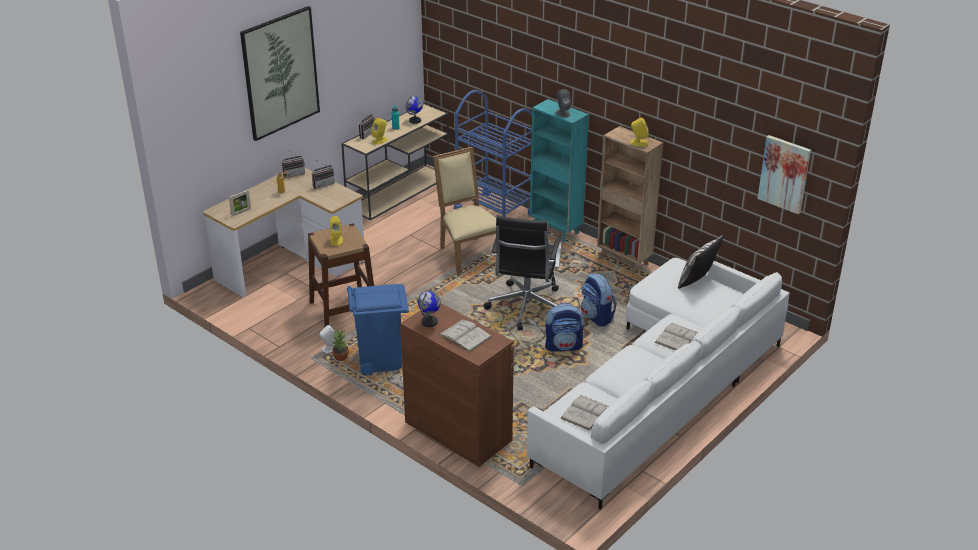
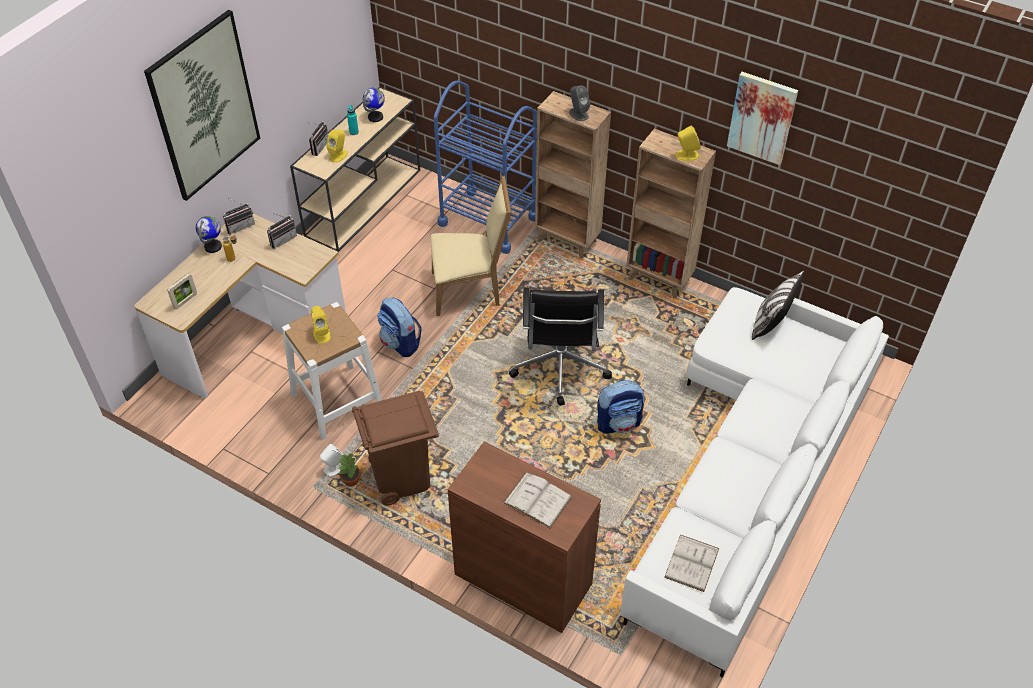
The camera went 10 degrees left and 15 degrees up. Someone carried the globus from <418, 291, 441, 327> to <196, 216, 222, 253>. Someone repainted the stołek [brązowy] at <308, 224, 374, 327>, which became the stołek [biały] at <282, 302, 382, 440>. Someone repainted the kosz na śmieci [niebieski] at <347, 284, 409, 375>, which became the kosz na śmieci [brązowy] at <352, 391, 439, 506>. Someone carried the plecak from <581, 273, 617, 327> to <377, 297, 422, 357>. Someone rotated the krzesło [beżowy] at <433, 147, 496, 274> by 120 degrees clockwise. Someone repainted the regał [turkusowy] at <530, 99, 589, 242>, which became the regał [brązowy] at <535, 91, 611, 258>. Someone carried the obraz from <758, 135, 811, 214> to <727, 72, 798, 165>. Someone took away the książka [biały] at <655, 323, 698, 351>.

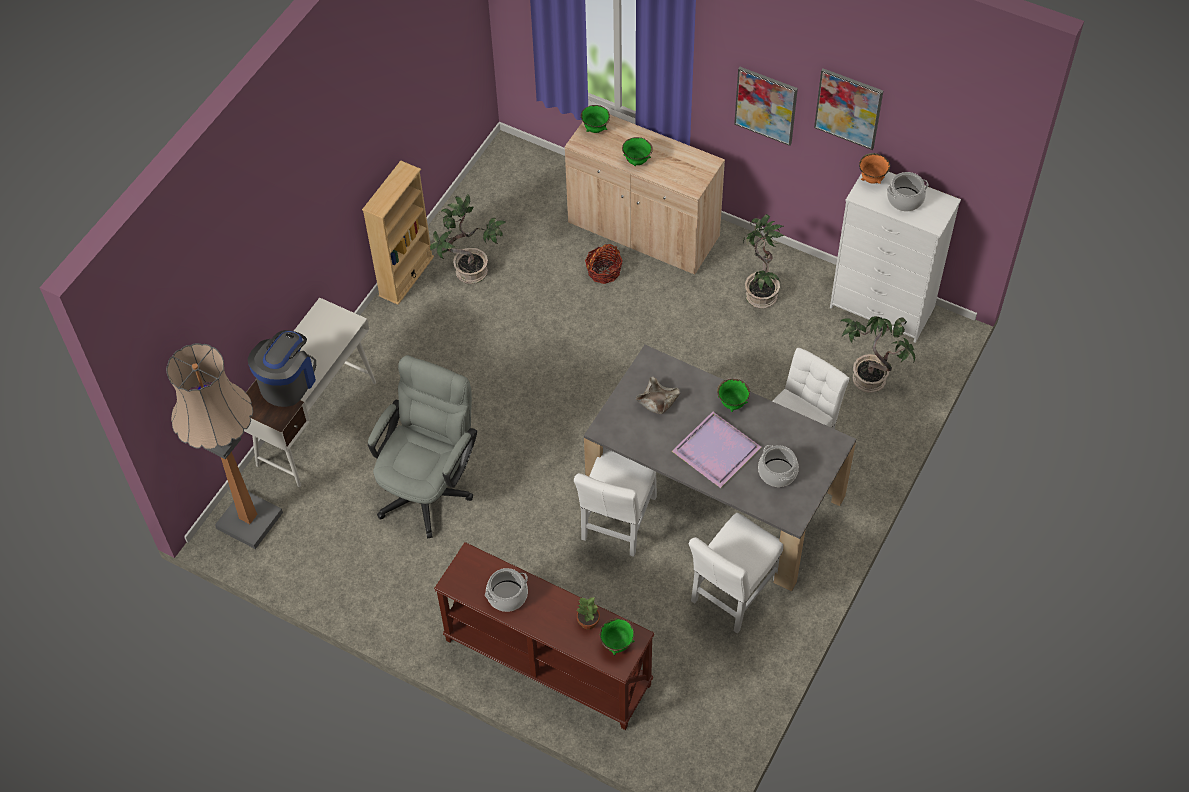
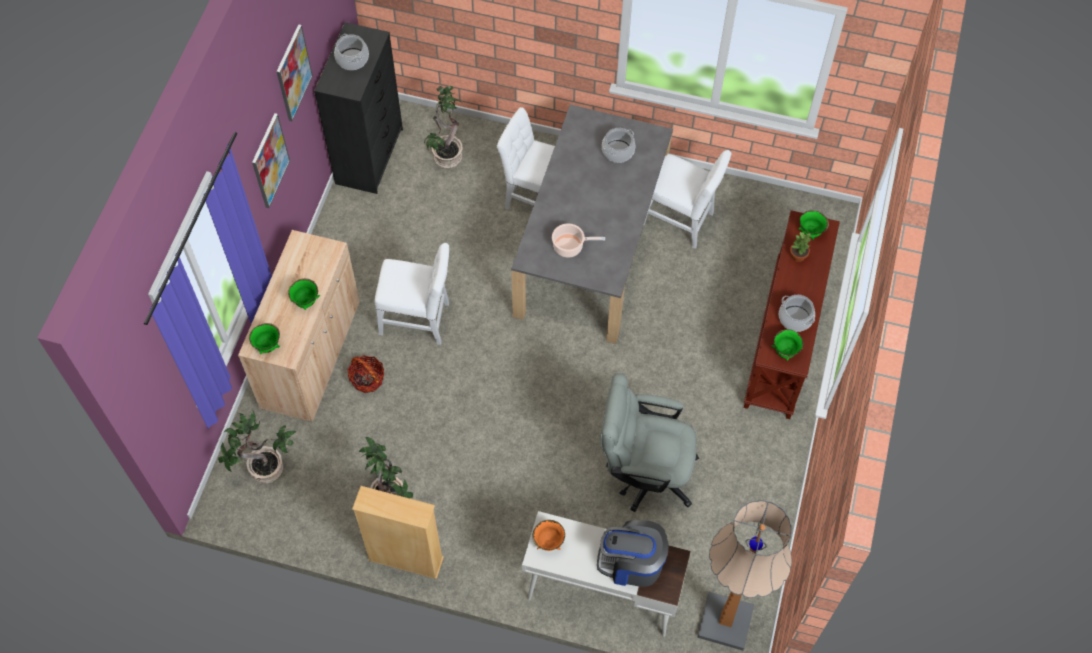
The camera went 105 degrees left and 5 degrees up. Someone carried the roślina doniczkowa from <743, 214, 785, 308> to <218, 411, 296, 484>. Someone repainted the komoda [biały] at <830, 172, 961, 343>, which became the komoda [czarny] at <314, 22, 403, 194>. Someone carried the krzesło [biały] from <574, 447, 657, 557> to <375, 243, 449, 345>. Someone carried the miska [pomarańczowy] from <859, 153, 890, 184> to <532, 520, 565, 551>. Someone swapped the miska [beżowy] at <636, 377, 680, 415> for the garnek at <552, 223, 605, 258>. Someone carried the miska [zielony] from <717, 379, 750, 412> to <771, 329, 803, 361>. Someone took away the taca [fioletowy] at <672, 412, 762, 488>.

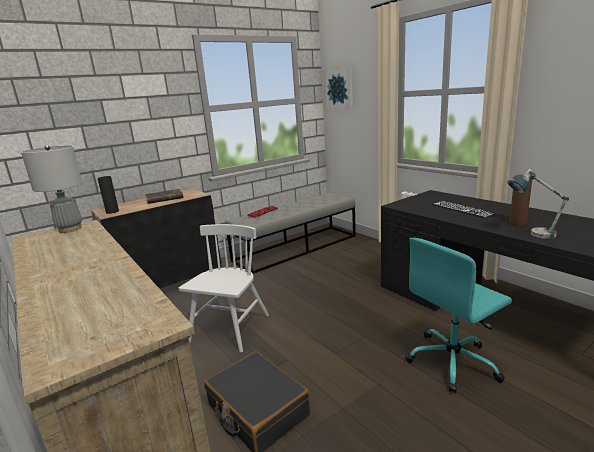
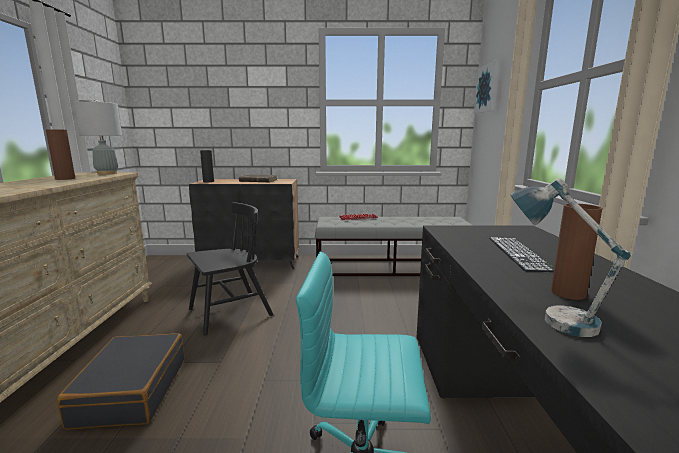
The camera went 35 degrees right and 5 degrees down. Someone put down the wazon [brązowy] at <46, 129, 75, 180>. Someone repainted the krzesło [biały] at <178, 224, 269, 353>, which became the krzesło [czarny] at <187, 202, 273, 336>.

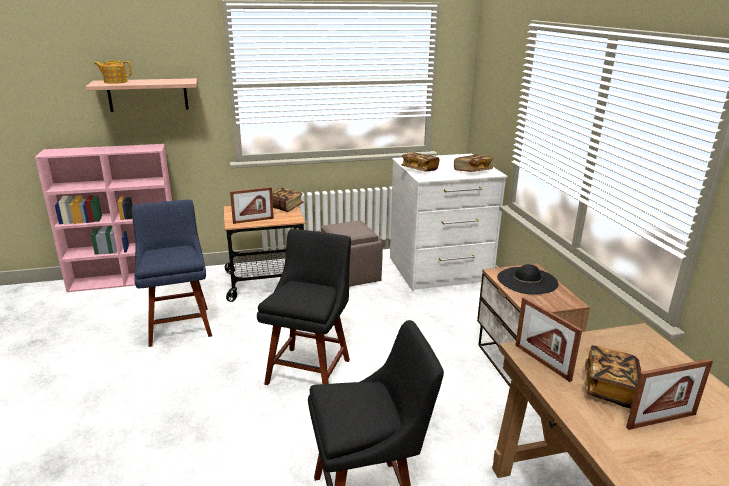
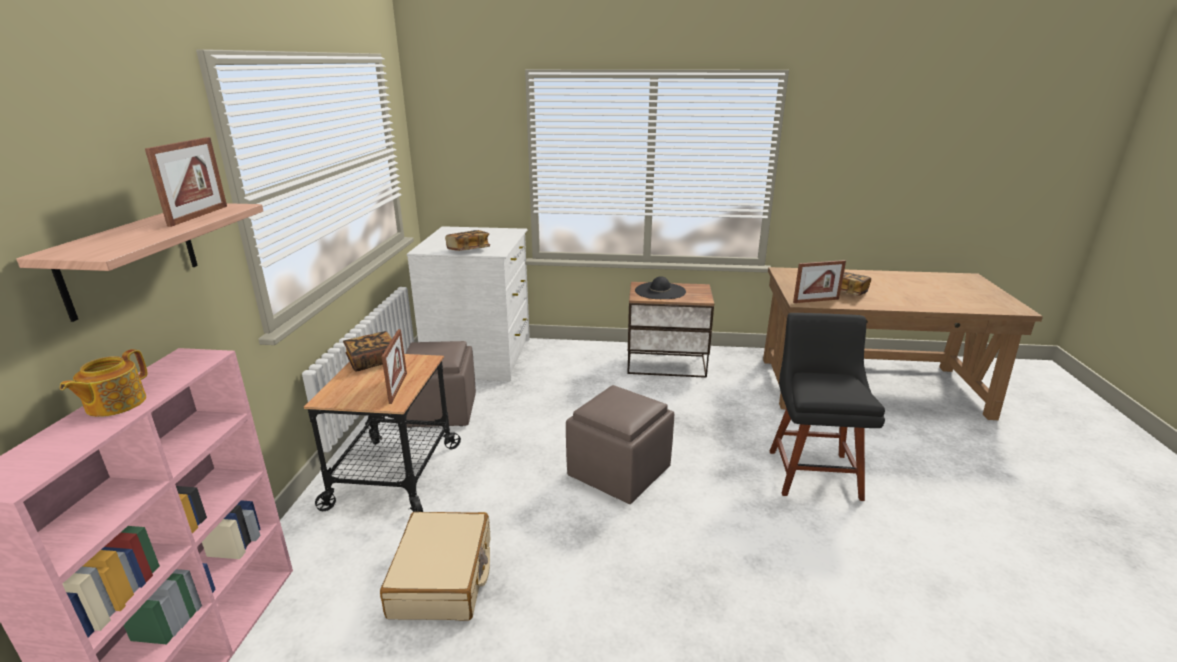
The camera went 70 degrees left and 0 degrees up. Someone carried the imbryk from <94, 60, 132, 84> to <60, 349, 148, 417>. Someone carried the ramka na zdjęcie from <626, 359, 713, 430> to <145, 137, 227, 227>. Someone swapped the krzesło [niebieski] at <131, 200, 212, 347> for the walizka [beżowy] at <380, 512, 490, 621>. Someone swapped the krzesło [czarny] at <257, 229, 351, 385> for the pufa [brązowy] at <566, 385, 674, 504>. Someone took away the książka at <454, 154, 493, 172>.

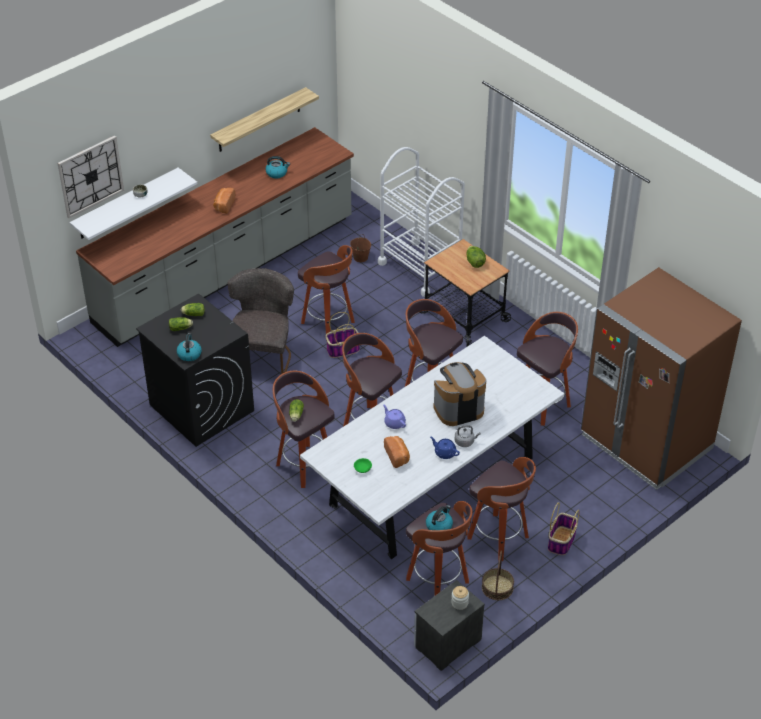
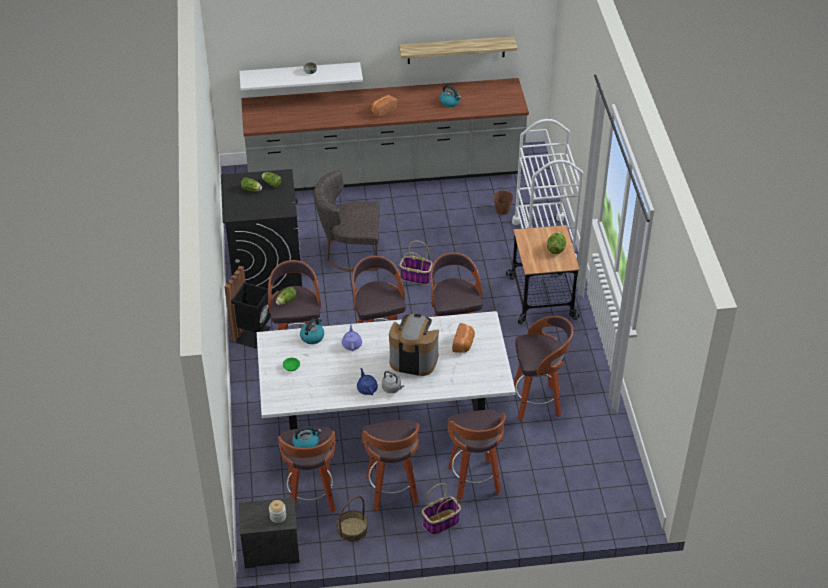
The camera went 35 degrees right and 0 degrees up. Someone put down the kosz na śmieci [czarny] at <224, 266, 271, 349>. Someone carried the czajnik from <177, 333, 202, 361> to <300, 318, 324, 344>. Someone rotated the krzesło [szary] at <228, 268, 294, 374> by 135 degrees counterclockwise. Someone carried the stołek from <298, 245, 355, 334> to <447, 409, 506, 501>. Someone carried the chleb from <384, 436, 410, 468> to <452, 323, 475, 353>. Someone took away the zegar ścienny at <58, 136, 124, 218>. Someone took away the lodówka [brązowy] at <581, 267, 742, 490>.

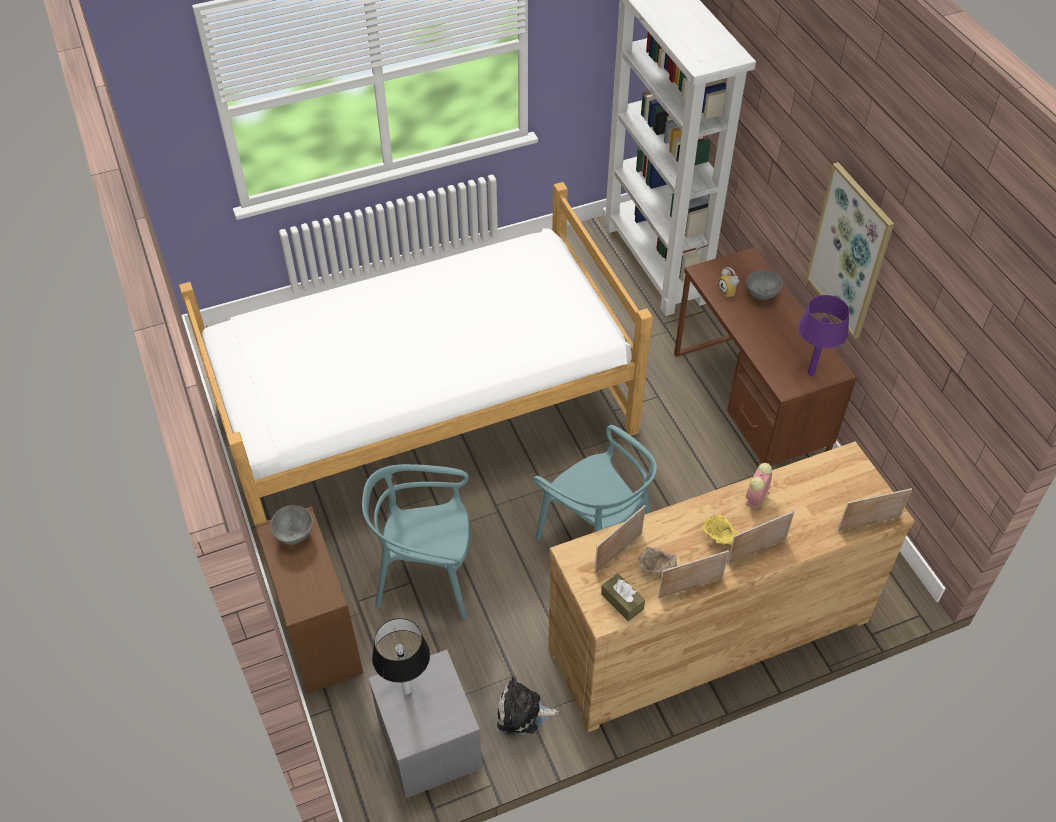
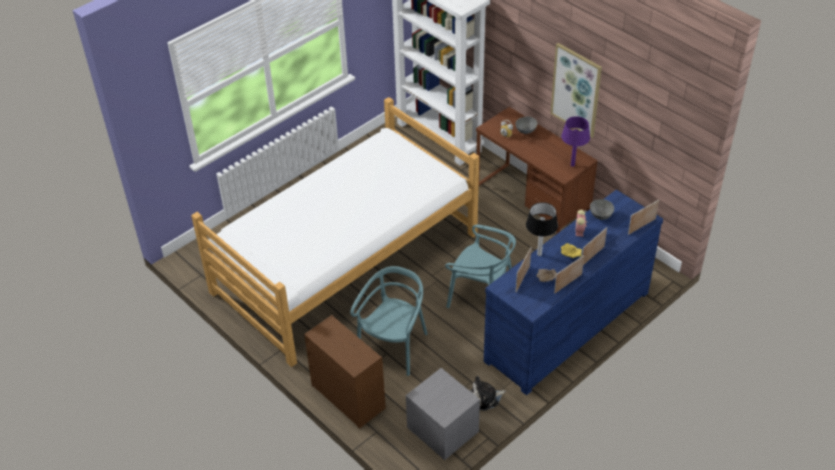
The camera went 20 degrees left and 5 degrees down. Someone rotated the krzesło [turkusowy] at <362, 464, 473, 618> by 135 degrees clockwise. Someone repainted the komoda [brązowy] at <548, 442, 915, 732>, which became the komoda [niebieski] at <484, 190, 663, 395>. Someone carried the lampa stołowa from <372, 618, 430, 695> to <526, 202, 558, 256>. Someone carried the miska [szary] from <271, 505, 313, 545> to <590, 199, 614, 220>. Someone took away the pudełko chusteczek [brązowy] at <601, 574, 645, 621>.

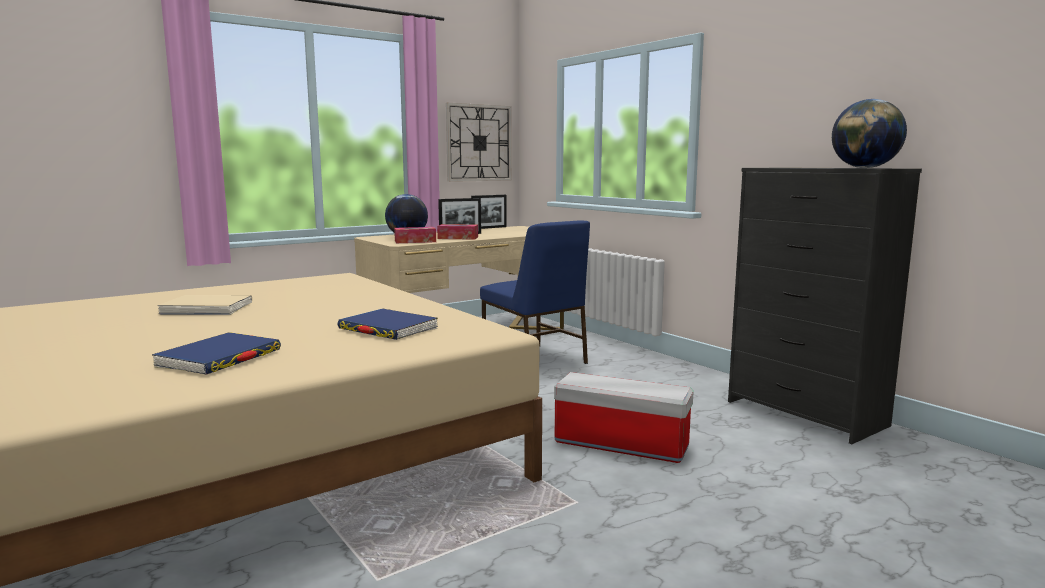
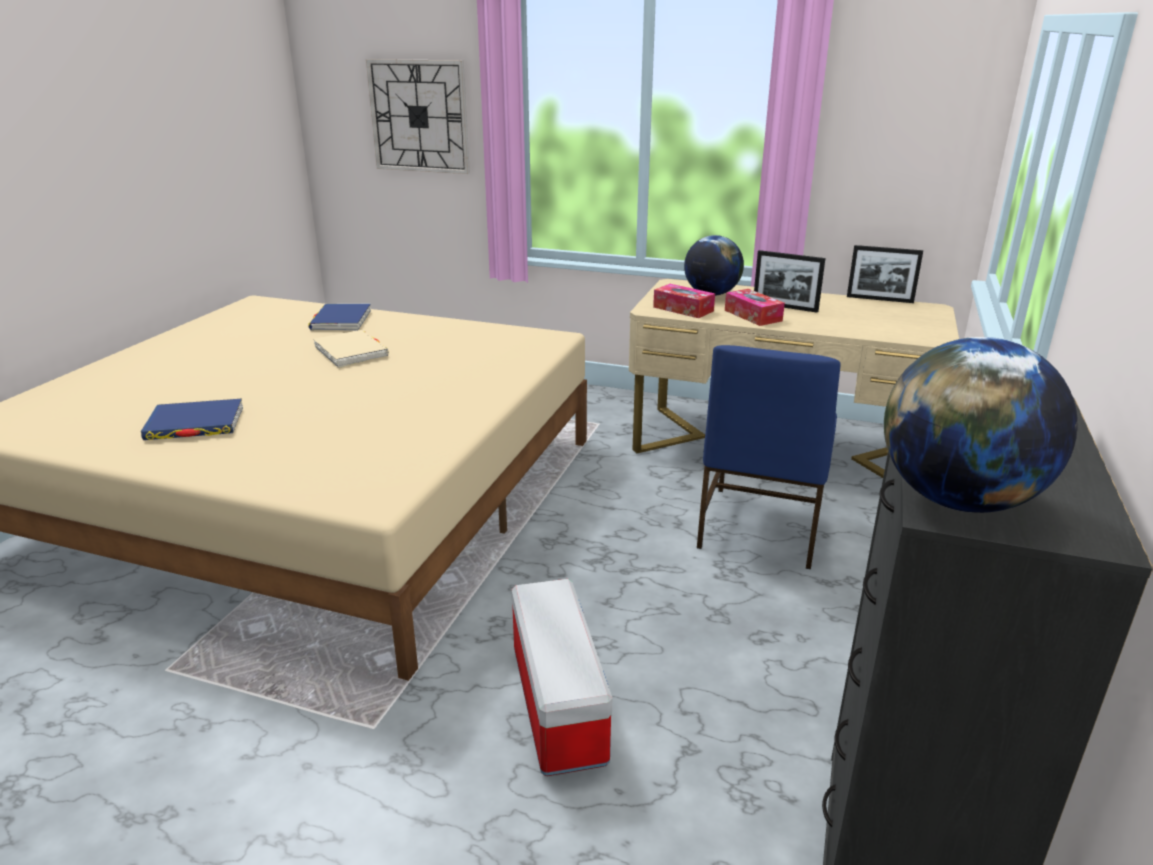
The camera went 55 degrees right and 15 degrees up. Someone carried the książka [niebieski] from <337, 308, 438, 340> to <309, 304, 371, 331>. Someone carried the zegar ścienny from <446, 103, 512, 182> to <366, 59, 470, 174>.

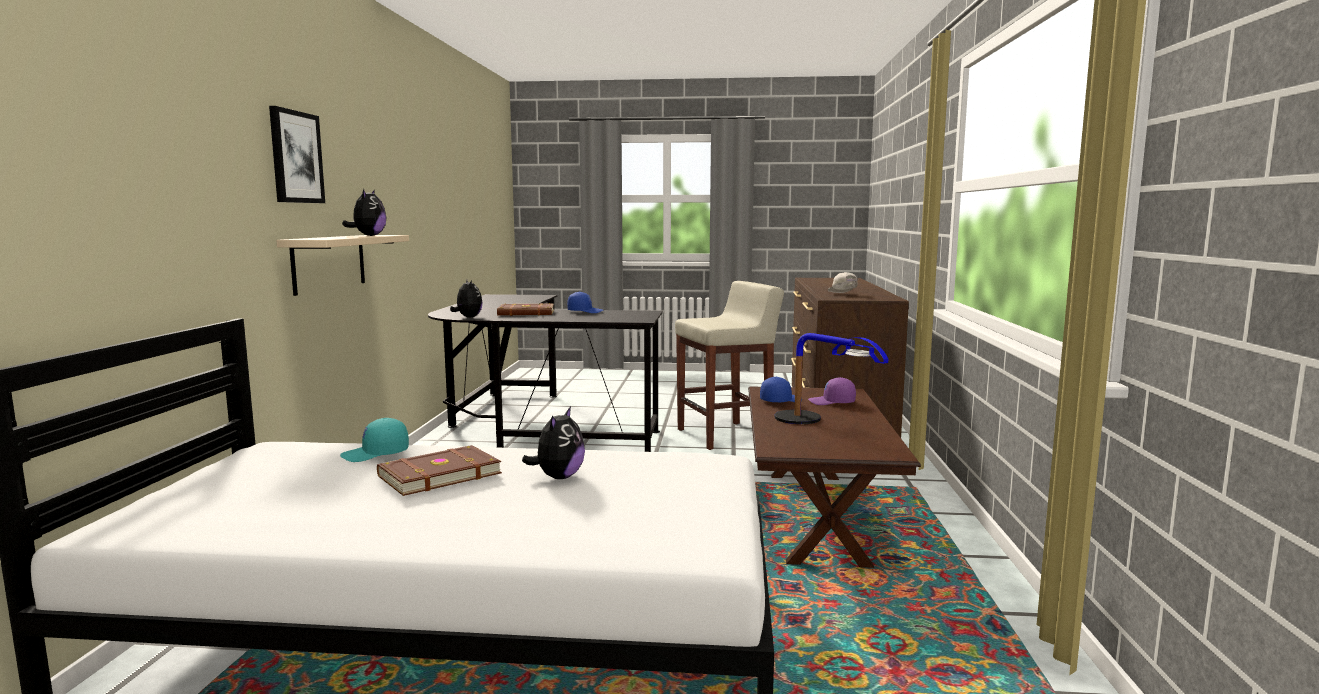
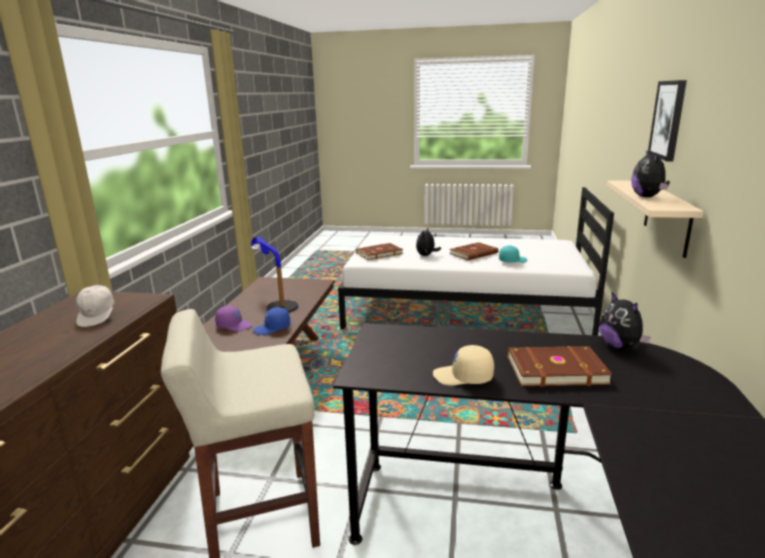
The camera went 175 degrees left and 10 degrees up. Someone put down the książka [brązowy] at <356, 243, 403, 260>. Someone repainted the czapka z daszkiem [niebieski] at <567, 292, 603, 313>, which became the czapka z daszkiem [beżowy] at <433, 345, 494, 386>.

